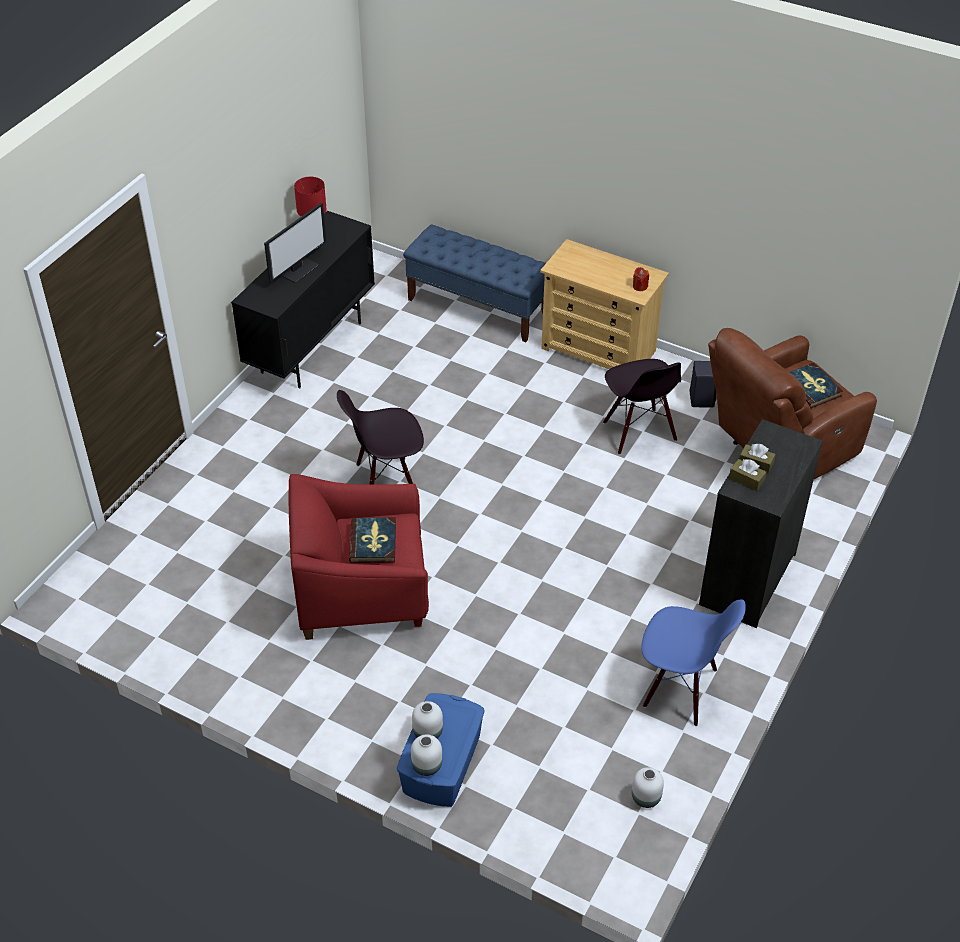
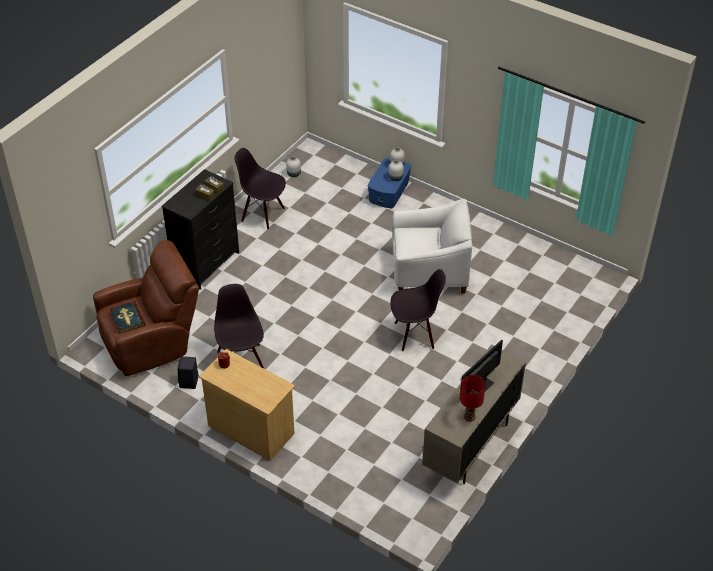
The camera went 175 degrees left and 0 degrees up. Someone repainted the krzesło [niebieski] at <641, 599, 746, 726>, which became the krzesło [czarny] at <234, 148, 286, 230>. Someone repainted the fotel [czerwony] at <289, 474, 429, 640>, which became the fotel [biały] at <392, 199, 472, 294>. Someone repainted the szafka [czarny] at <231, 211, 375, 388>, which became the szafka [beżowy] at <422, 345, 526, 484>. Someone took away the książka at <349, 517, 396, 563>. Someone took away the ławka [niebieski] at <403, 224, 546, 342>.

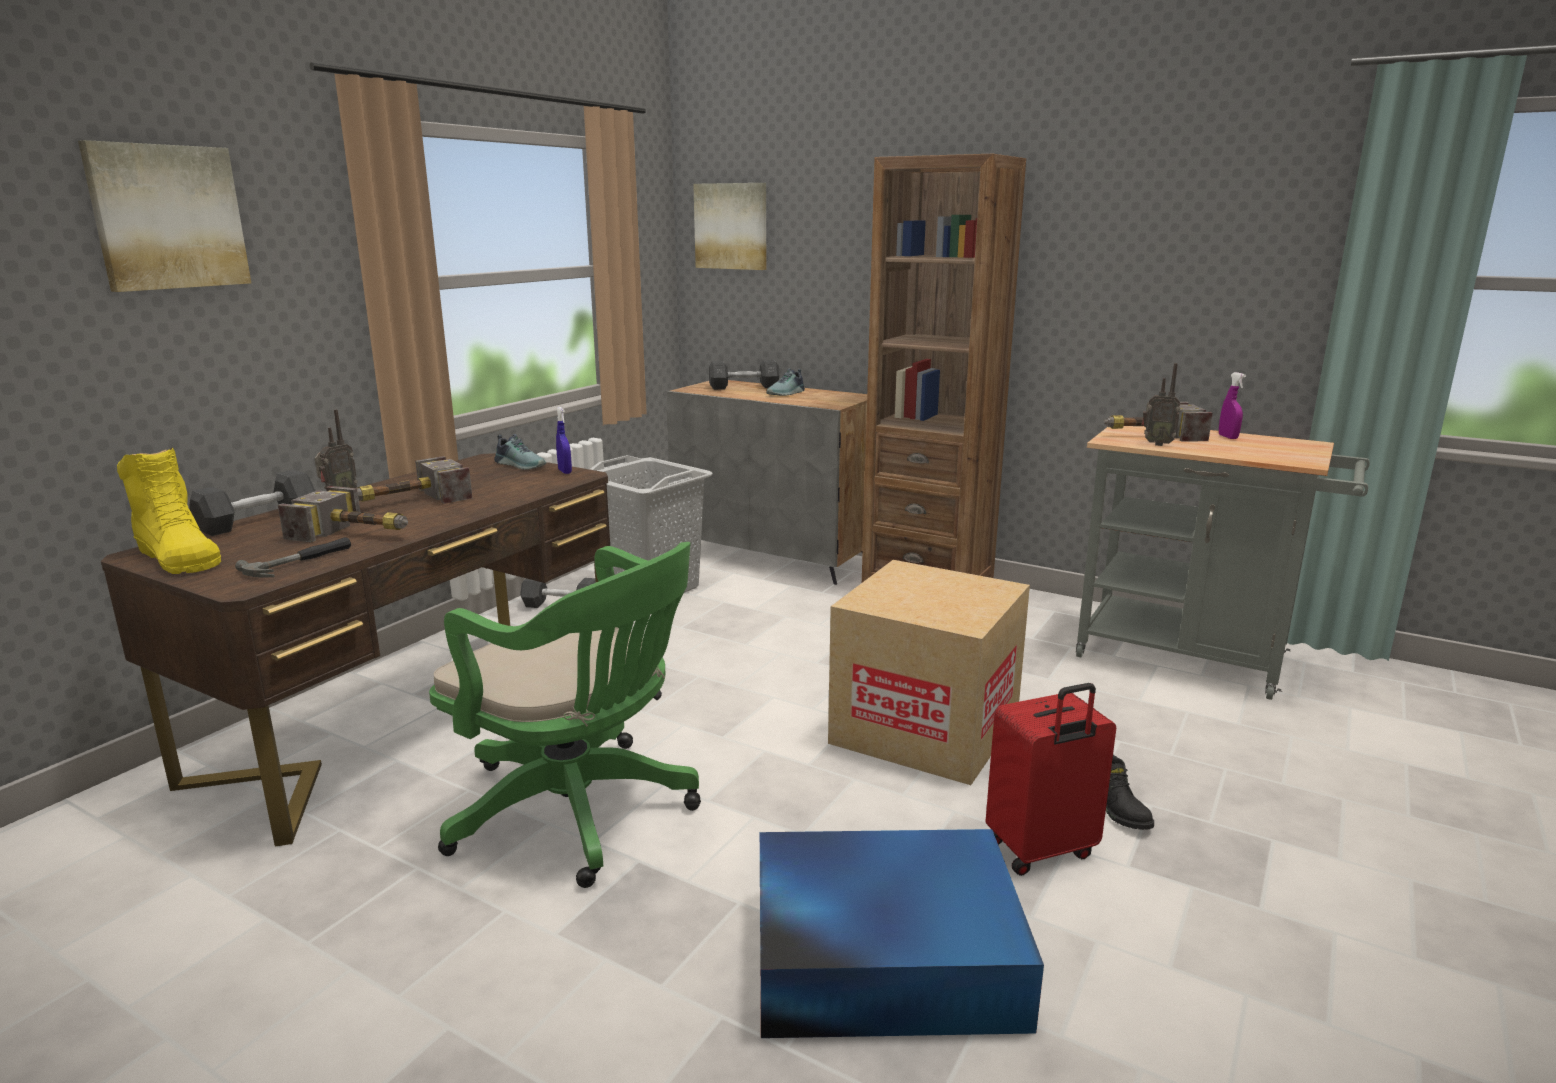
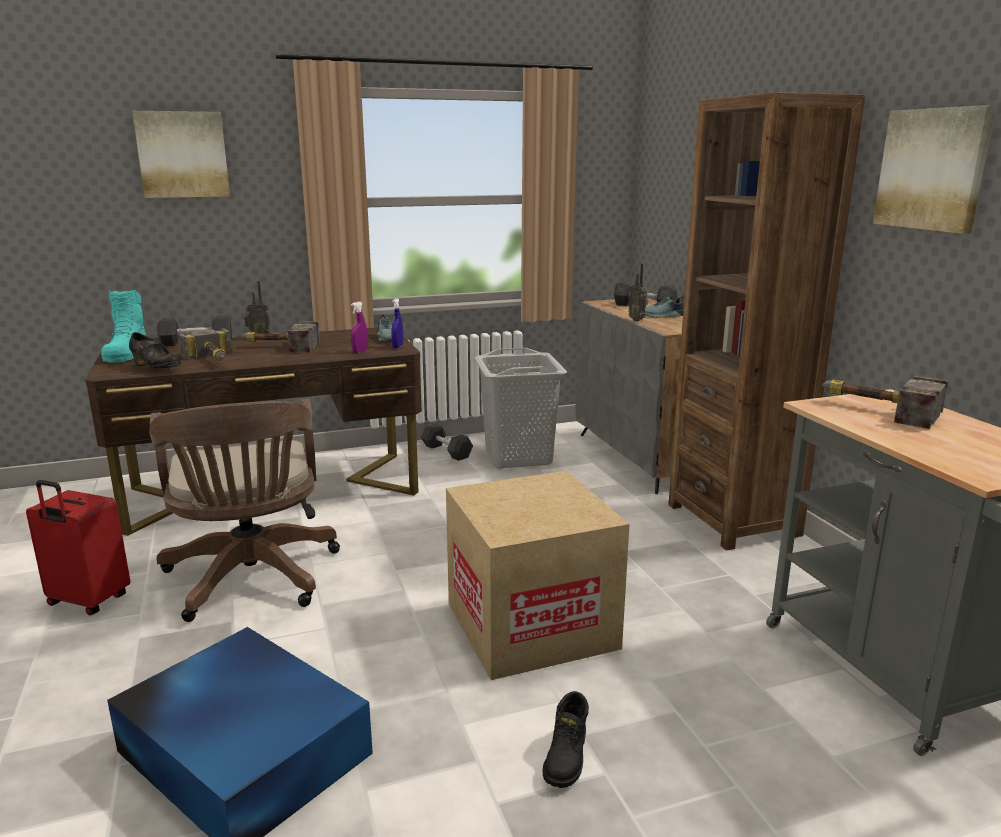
The camera went 40 degrees right and 0 degrees up. Someone carried the walizka [czerwony] from <985, 683, 1116, 876> to <26, 480, 131, 615>. Someone repainted the but z cholewką [żółty] at <117, 448, 221, 574>, which became the but z cholewką [turkusowy] at <101, 290, 146, 363>. Someone swapped the młotek at <235, 537, 351, 577> for the but [czarny] at <129, 332, 181, 368>. Someone repainted the krzesło biurowe [zielony] at <429, 542, 701, 888>, which became the krzesło biurowe [brązowy] at <149, 399, 340, 622>. Someone carried the spryskiwacz [fioletowy] from <1219, 372, 1246, 439> to <351, 302, 368, 353>. Someone carried the radio from <1141, 363, 1180, 446> to <628, 263, 648, 321>. Someone carried the obraz from <693, 183, 766, 270> to <873, 105, 996, 234>.

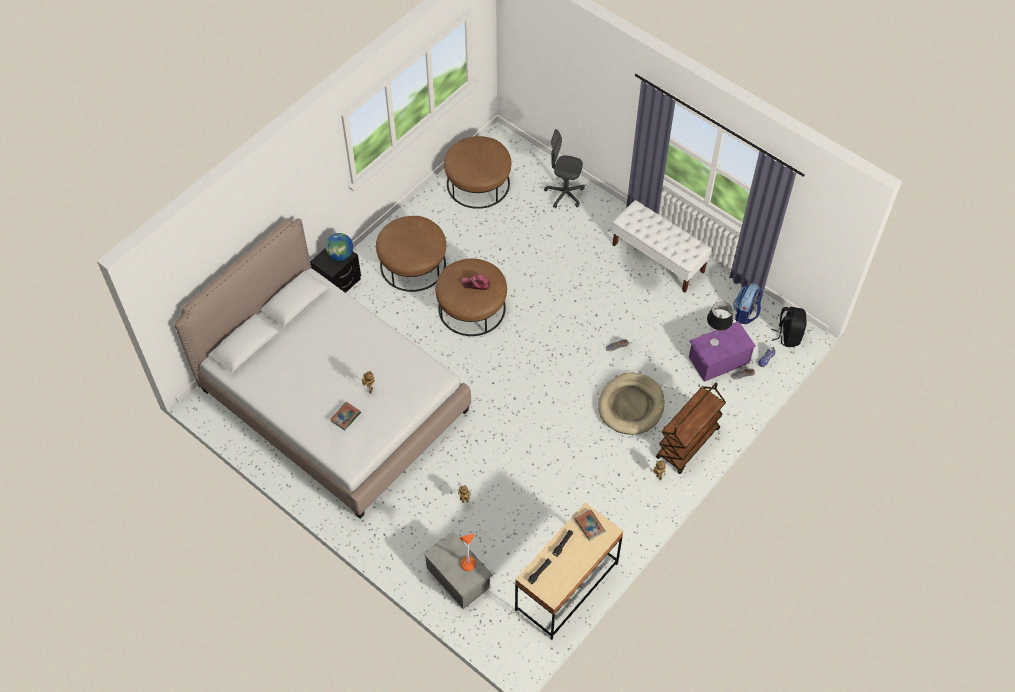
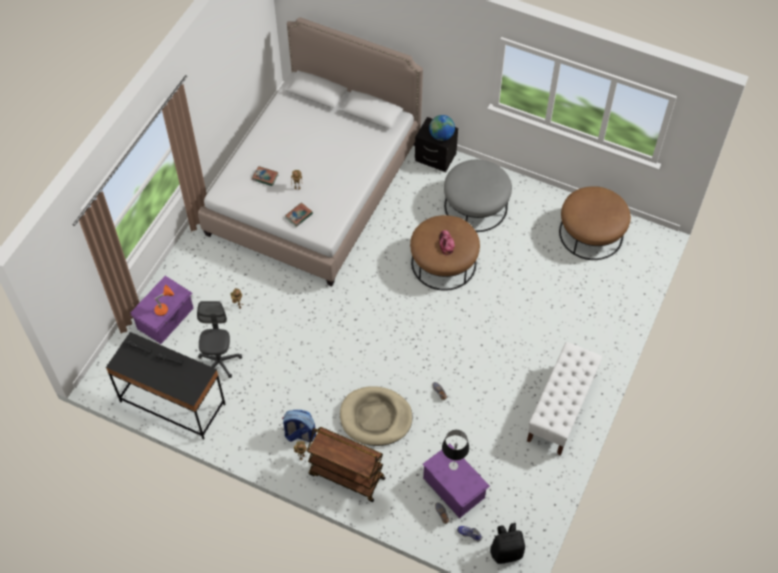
The camera went 75 degrees right and 0 degrees up. Someone repainted the biurko [beżowy] at <515, 502, 624, 640>, which became the biurko [czarny] at <106, 332, 225, 440>. Someone repainted the pojemnik do przechowywania [szary] at <423, 532, 493, 609>, which became the pojemnik do przechowywania [fioletowy] at <130, 276, 193, 344>. Someone carried the krzesło biurowe [szary] from <544, 129, 585, 208> to <197, 301, 242, 378>. Someone carried the plecak from <733, 283, 763, 324> to <282, 410, 316, 442>. Someone carried the książka from <575, 509, 605, 541> to <285, 202, 313, 227>. Someone repainted the pufa [brązowy] at <376, 216, 446, 292>, which became the pufa [szary] at <444, 159, 512, 232>.

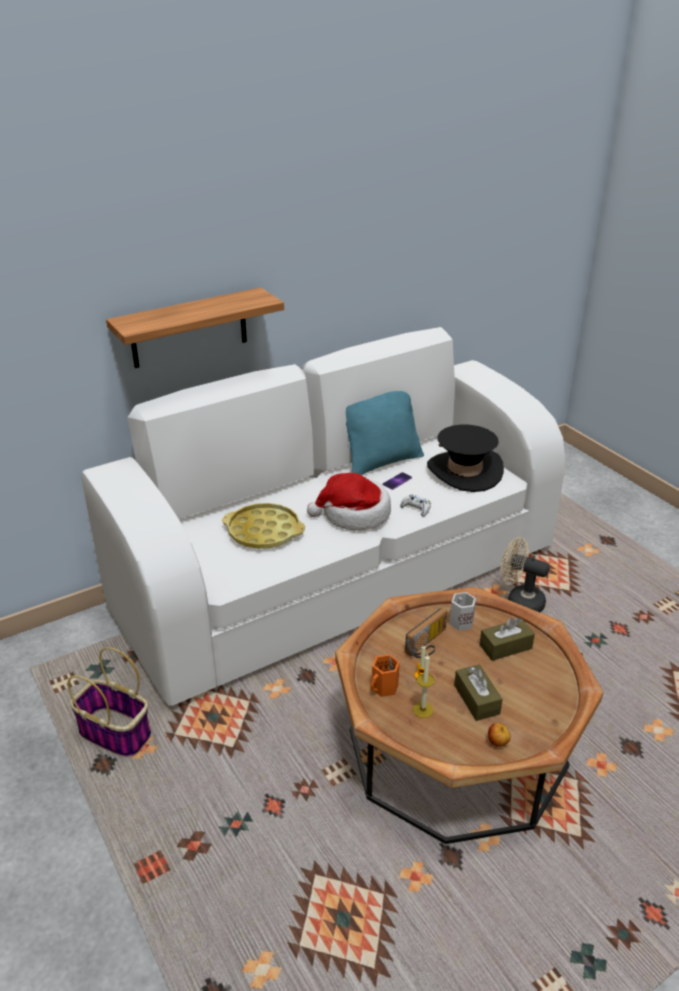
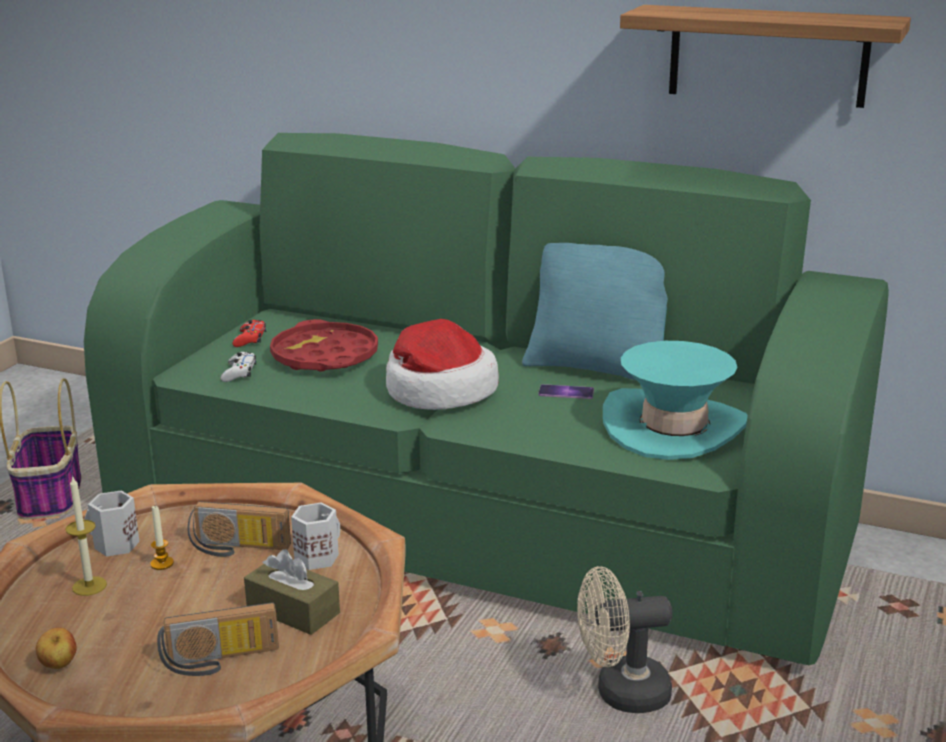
The camera went 55 degrees right and 10 degrees down. Someone repainted the kanapa [biały] at <82, 327, 565, 706>, which became the kanapa [zielony] at <84, 133, 889, 665>. Someone repainted the kubek [pomarańczowy] at <370, 654, 400, 697>, which became the kubek [biały] at <84, 490, 140, 557>. Someone put down the radio at <157, 603, 279, 676>. Someone carried the pad do gier [biały] from <400, 494, 431, 517> to <220, 352, 256, 382>. Someone put down the pad do gier [czerwony] at <232, 320, 266, 347>. Someone repainted the taca [żółty] at <222, 503, 305, 549>, which became the taca [czerwony] at <270, 319, 378, 372>. Someone rotated the wentylator [beżowy] at <500, 537, 550, 612> by 90 degrees counterclockwise. Someone repainted the kapelusz [czarny] at <427, 424, 504, 492>, which became the kapelusz [turkusowy] at <603, 341, 748, 460>. Someone carried the półka from <106, 287, 284, 368> to <620, 5, 911, 108>. Someone took away the pudełko chusteczek [brązowy] at <454, 664, 503, 721>.

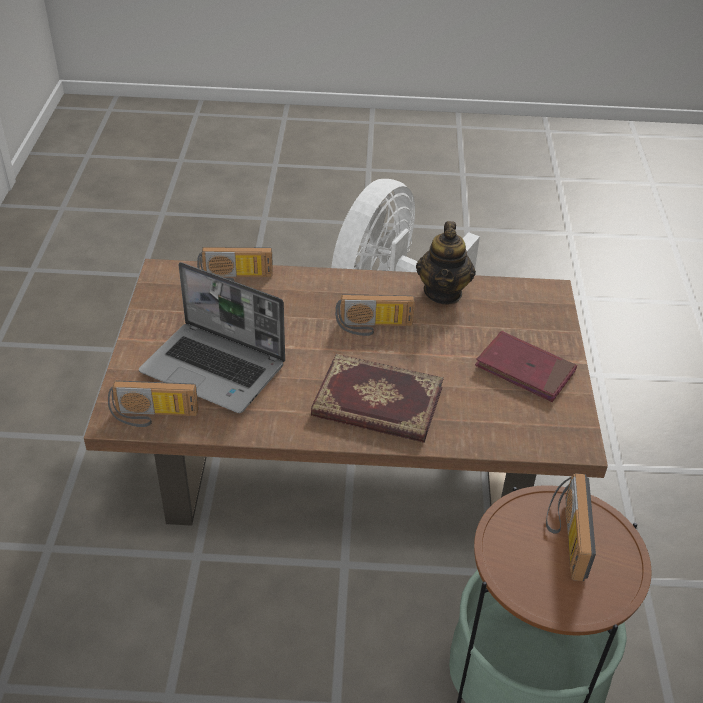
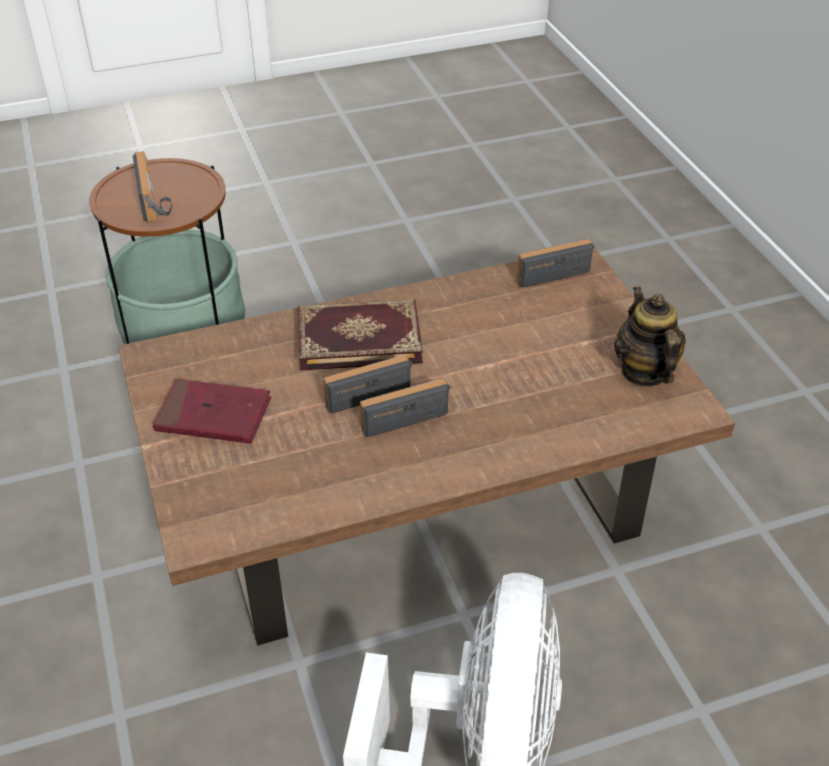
The camera went 160 degrees right and 0 degrees up. Someone carried the radio from <197, 247, 273, 282> to <323, 355, 413, 413>. Someone carried the imbryk from <416, 221, 476, 305> to <614, 286, 686, 387>. Someone took away the laptop at <139, 262, 285, 413>.

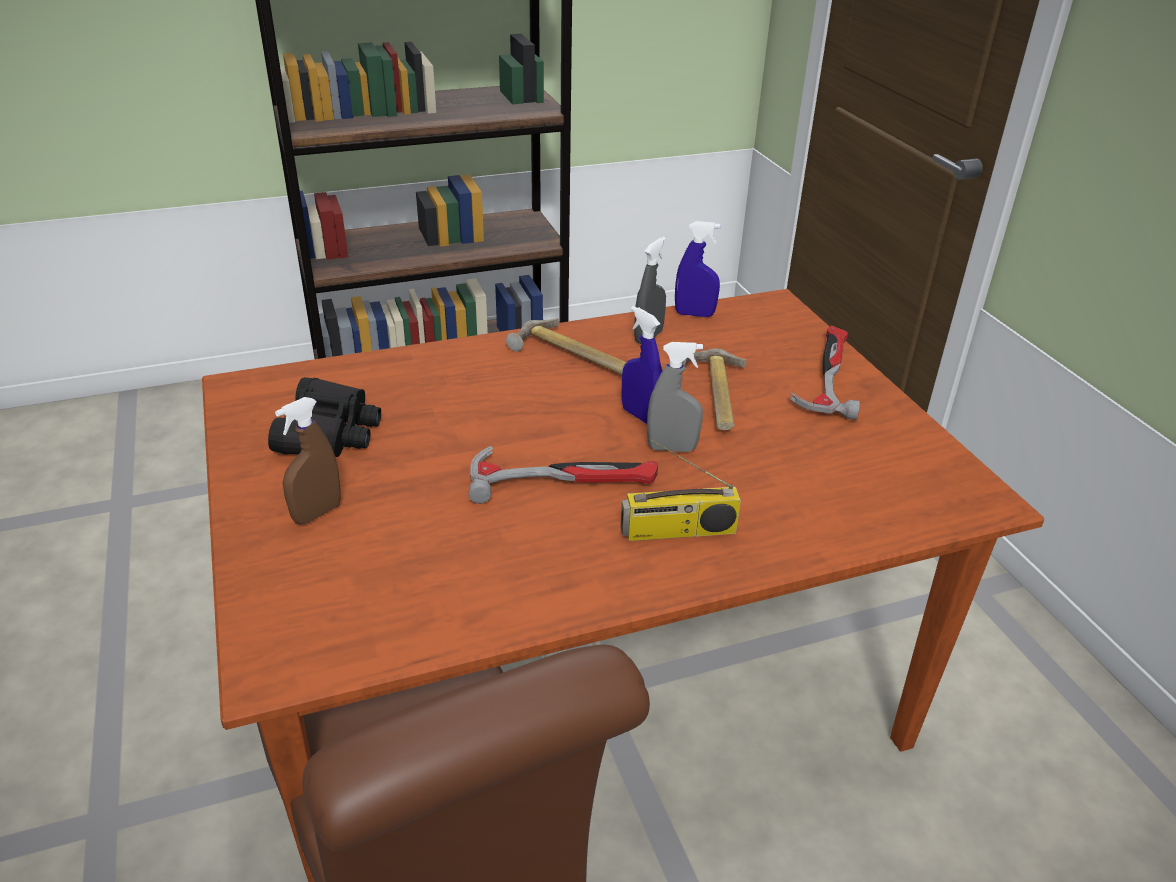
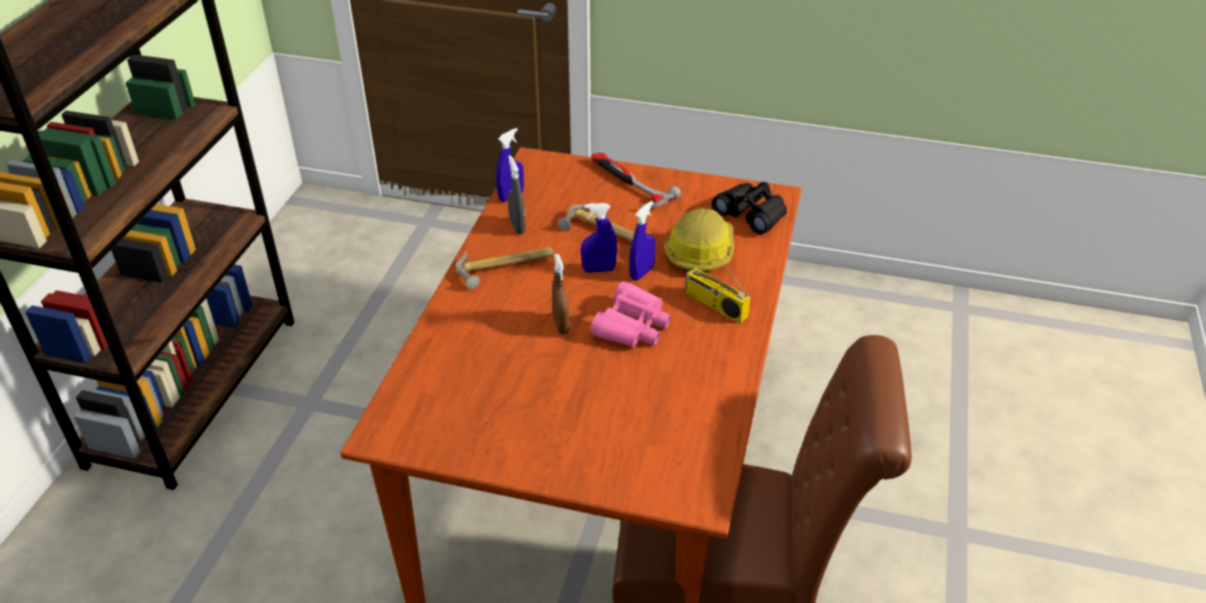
The camera went 55 degrees left and 5 degrees up. Someone carried the spryskiwacz [brązowy] from <275, 397, 341, 525> to <552, 254, 569, 334>. Someone swapped the młotek at <468, 446, 658, 504> for the lornetka [różowy] at <590, 281, 671, 348>. Someone repainted the spryskiwacz [szary] at <647, 342, 703, 452>, which became the spryskiwacz [niebieski] at <629, 201, 655, 281>. Someone put down the kask at <664, 207, 734, 273>. Someone rotated the radio at <621, 439, 741, 541> by 105 degrees clockwise. Someone carried the lornetka [czarny] from <268, 377, 381, 457> to <712, 182, 787, 234>.

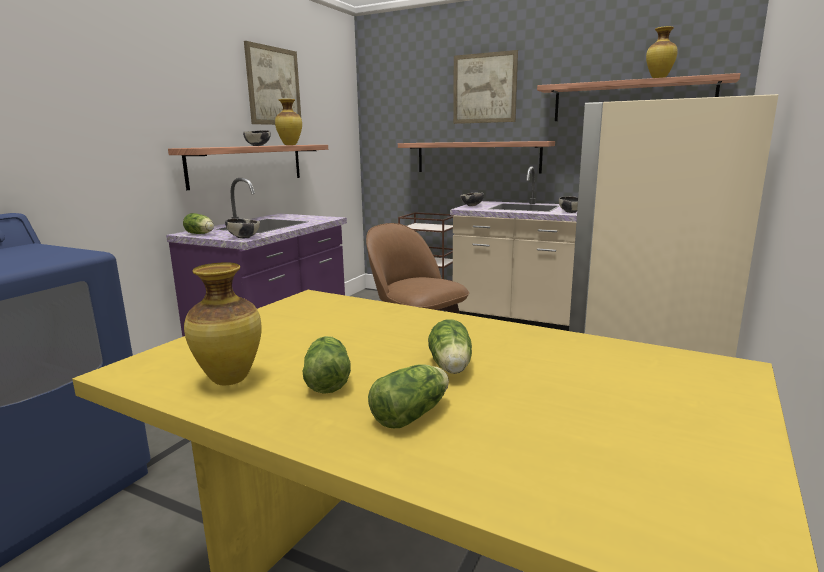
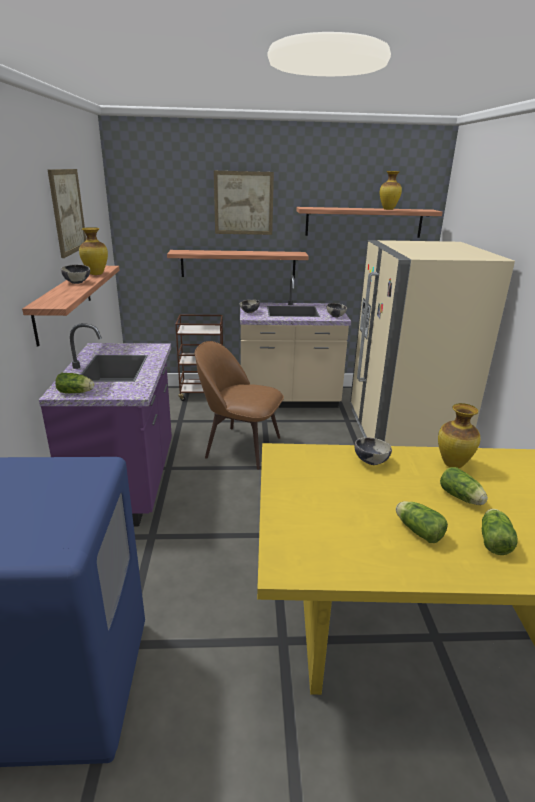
The camera went 30 degrees left and 10 degrees up. Someone carried the miska from <225, 218, 260, 238> to <355, 437, 392, 465>. Someone carried the wazon from <184, 262, 262, 385> to <438, 403, 480, 468>.

